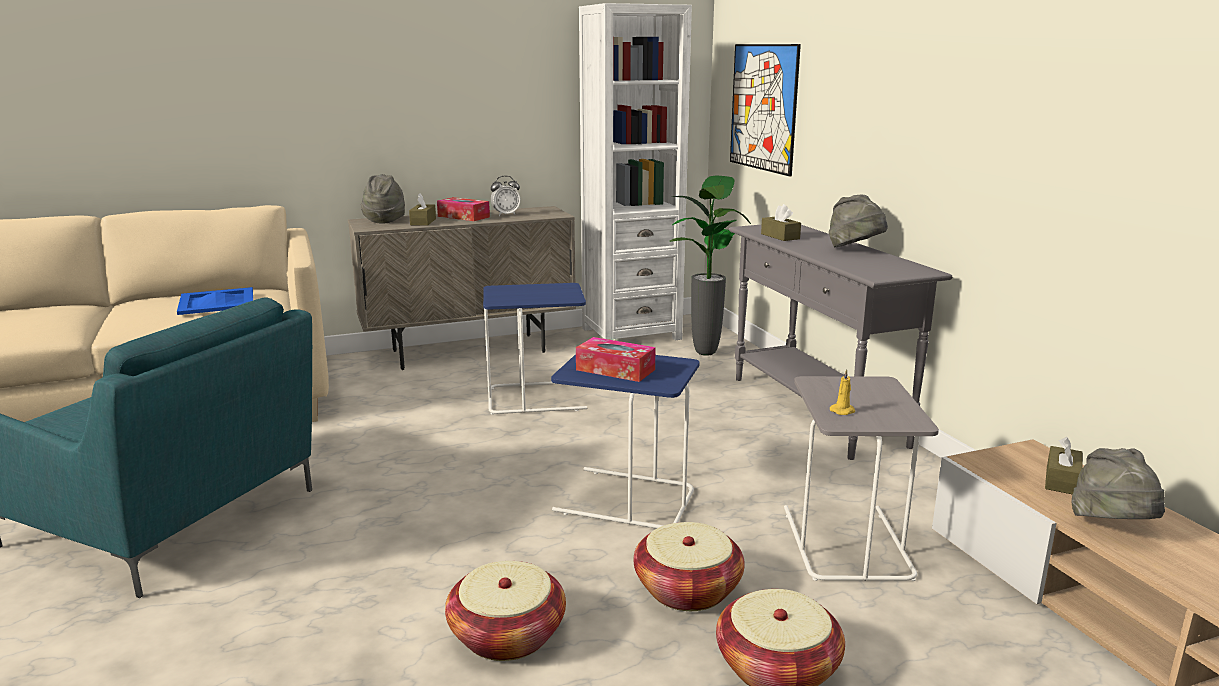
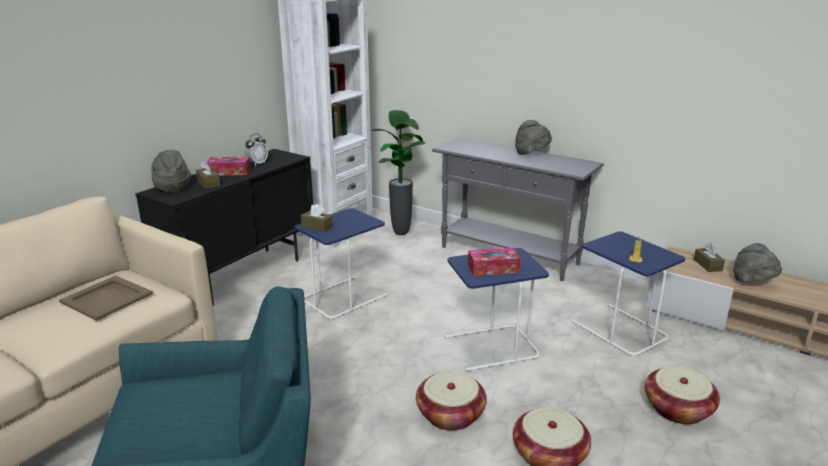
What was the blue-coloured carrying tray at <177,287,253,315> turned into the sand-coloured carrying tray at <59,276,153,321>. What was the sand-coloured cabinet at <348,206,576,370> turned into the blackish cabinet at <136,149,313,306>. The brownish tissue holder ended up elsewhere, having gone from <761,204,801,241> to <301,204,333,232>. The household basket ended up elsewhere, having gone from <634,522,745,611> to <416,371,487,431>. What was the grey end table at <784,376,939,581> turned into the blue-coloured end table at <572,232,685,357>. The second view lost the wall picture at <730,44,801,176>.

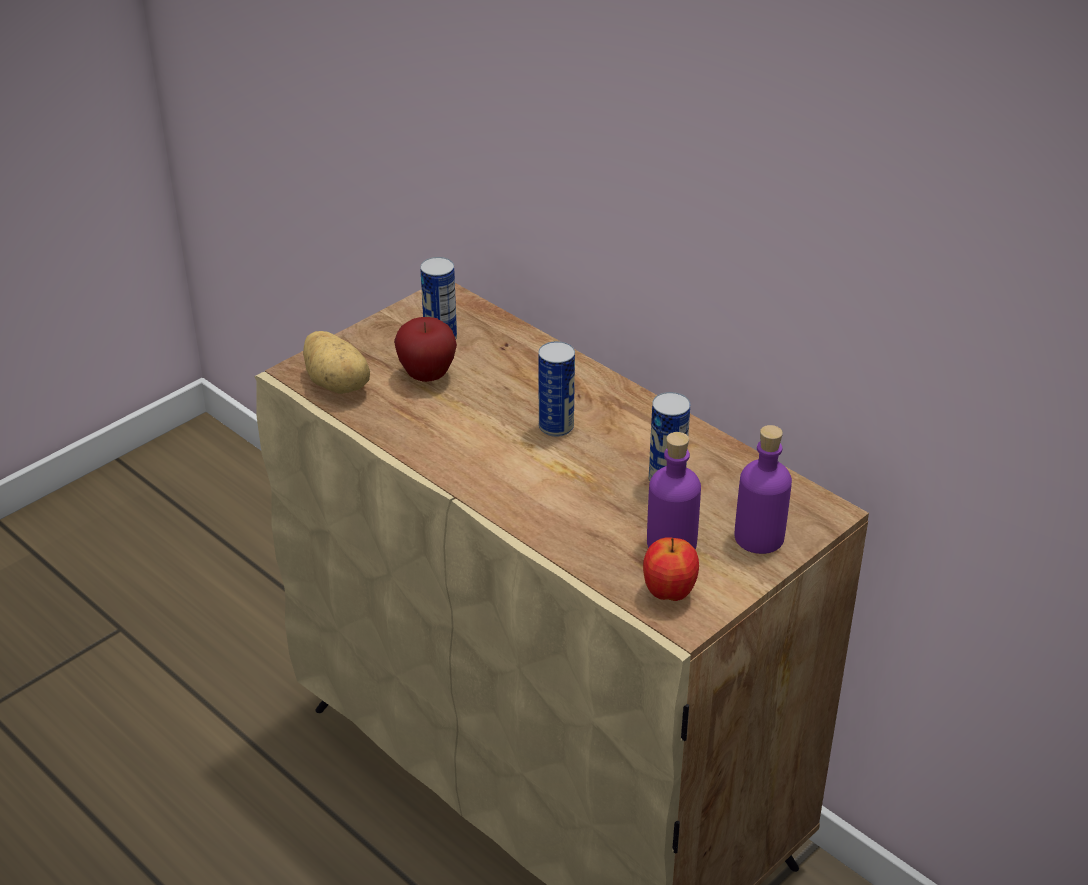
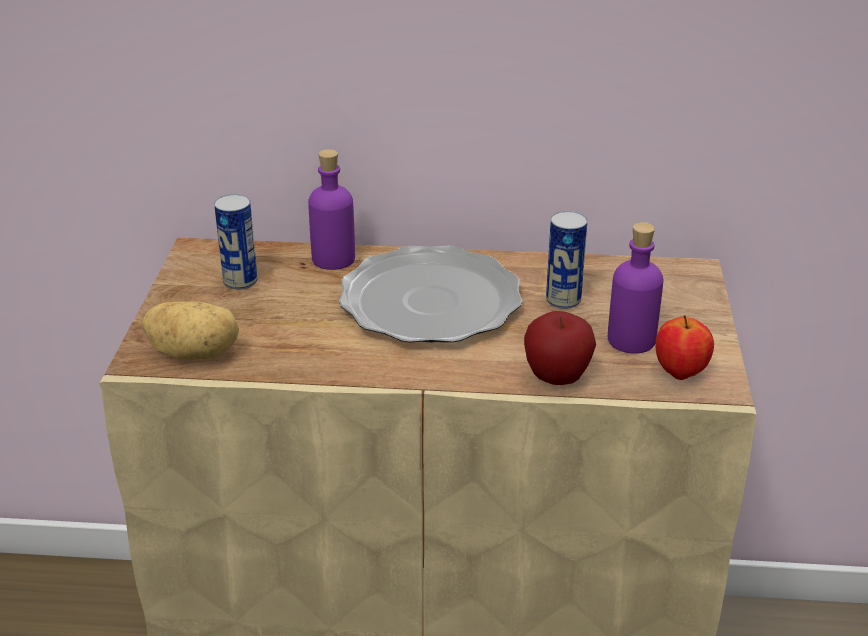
The purple-coloured bottle ended up elsewhere, having gone from <734,425,792,554> to <308,149,355,270>. Where the sealed can stood at <539,341,575,437>, the plate came to stand at <339,246,523,343>. The apple fruit ended up elsewhere, having gone from <394,317,457,382> to <524,311,596,385>.

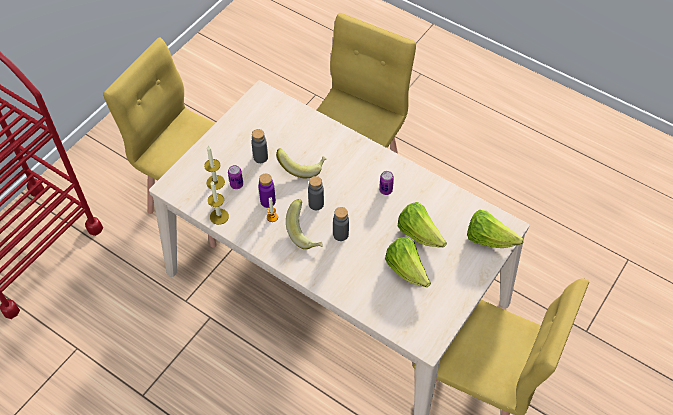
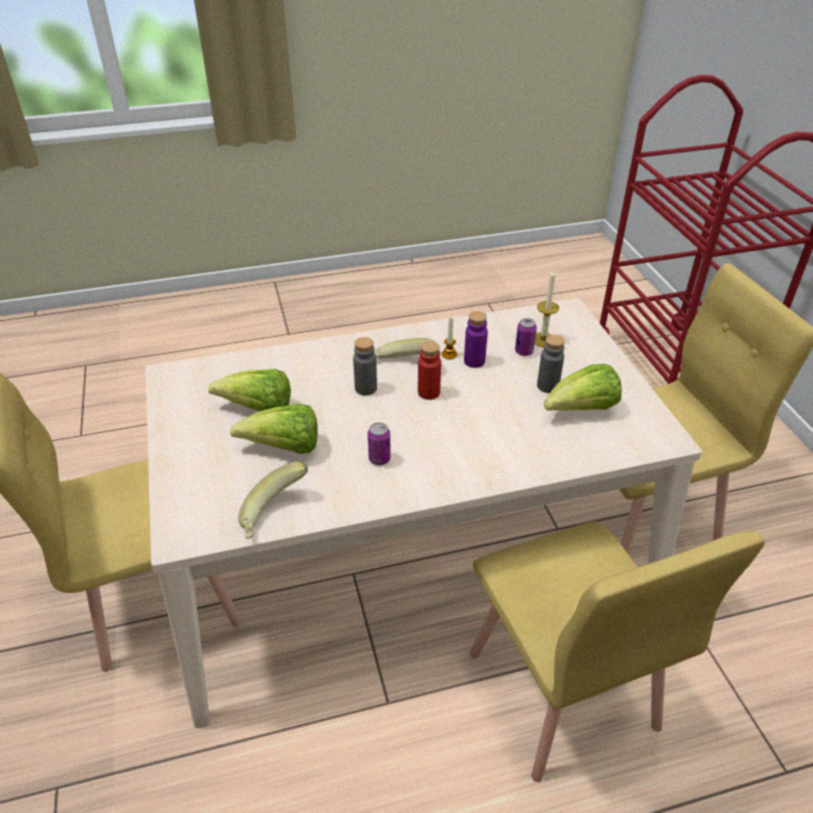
The banana fruit ended up elsewhere, having gone from <276,148,327,178> to <238,461,308,539>. What was the grey bottle at <308,176,324,210> turned into the reddish bottle at <418,341,441,400>. The lettuce head ended up elsewhere, having gone from <467,210,524,248> to <544,364,622,411>. The second view lost the candle at <208,181,229,225>.

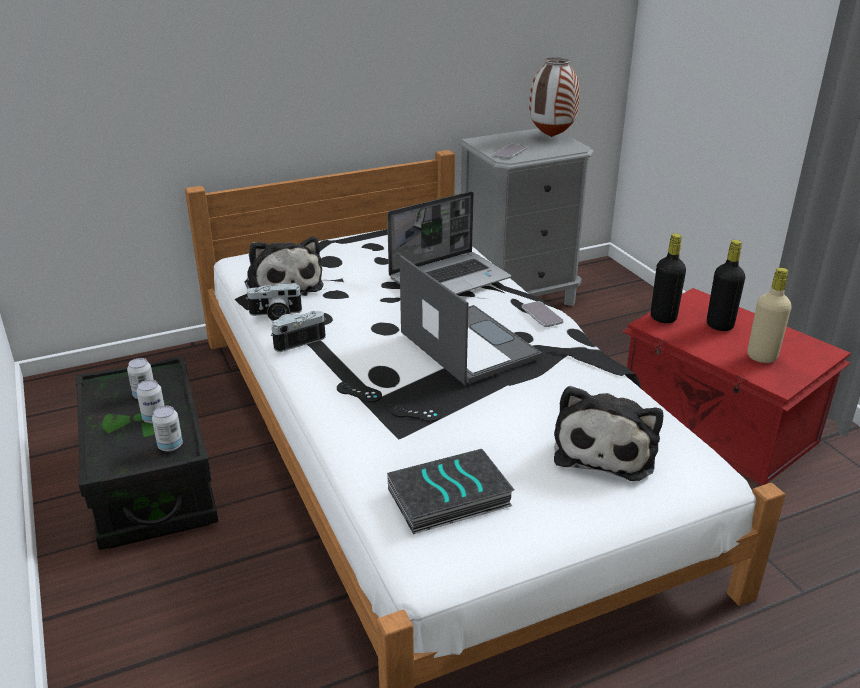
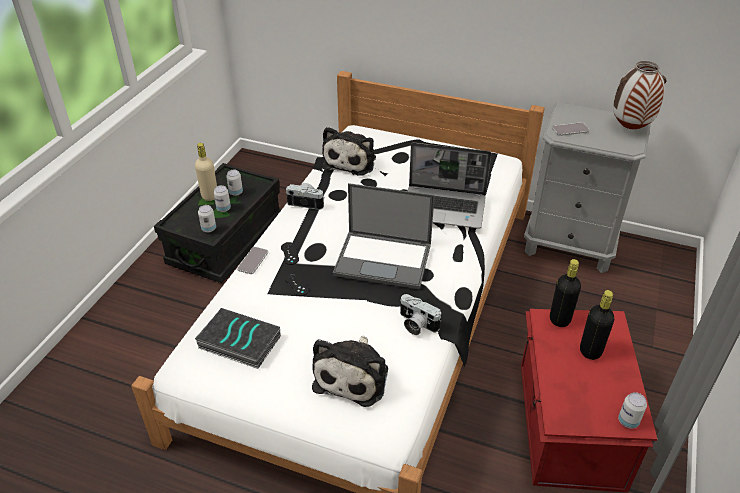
The sand-coloured bottle ended up elsewhere, having gone from <747,268,792,363> to <195,143,217,201>. The handset ended up elsewhere, having gone from <522,301,564,327> to <237,247,268,274>. The cuddly toy at <554,386,663,481> ended up facing another way, 45 degrees counterclockwise from before. The portable computer at <400,255,542,385> ended up facing another way, 90 degrees clockwise from before. The photo camera ended up elsewhere, having gone from <246,283,303,321> to <400,294,441,335>. The second view gained the sealed can at <618,392,647,429>.

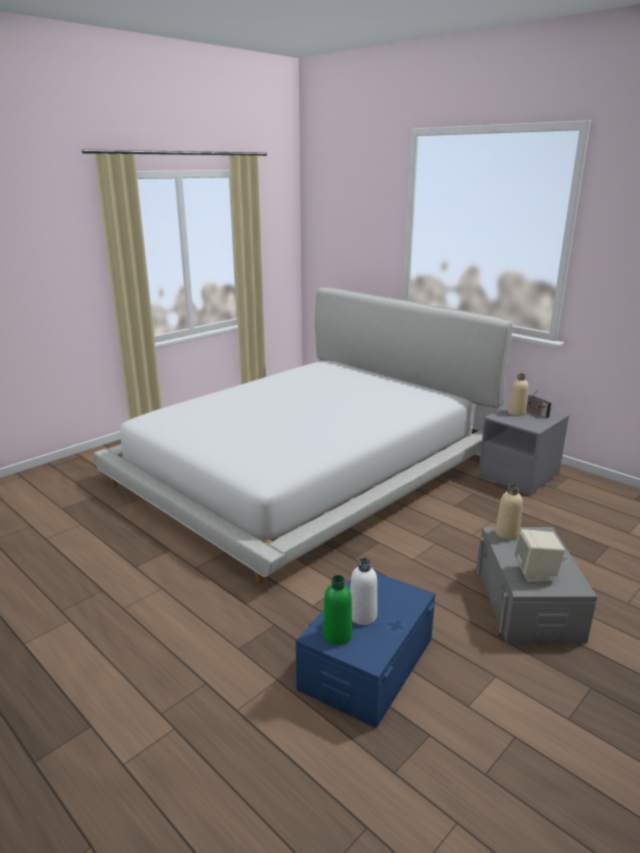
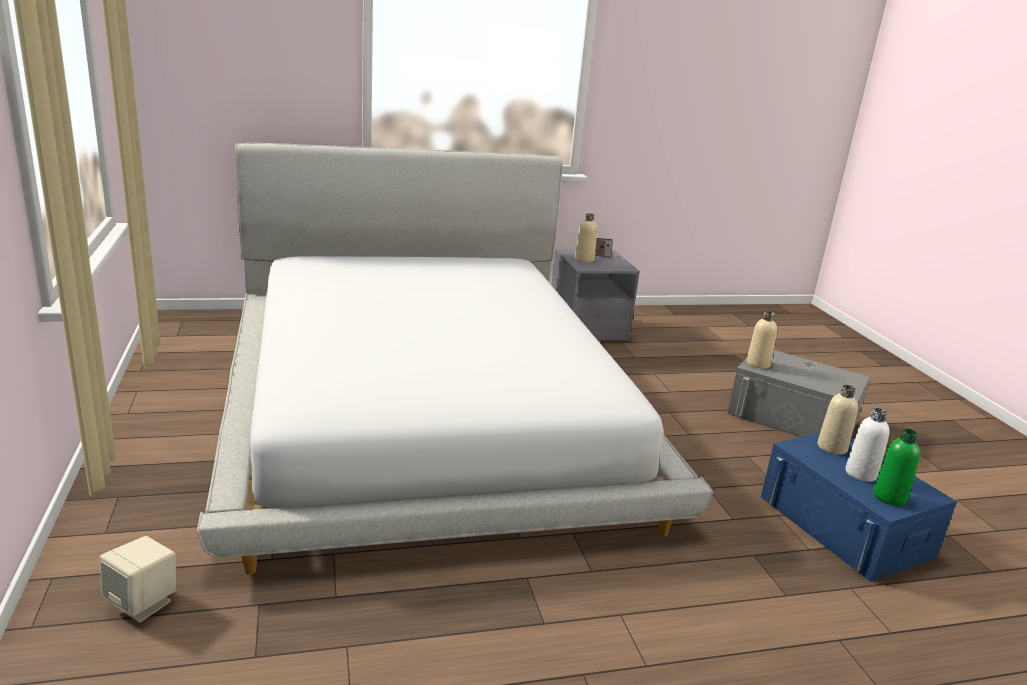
The sand-coloured loudspeaker ended up elsewhere, having gone from <514,529,565,582> to <100,536,176,623>. The second view gained the sand-coloured bottle at <818,385,858,455>.

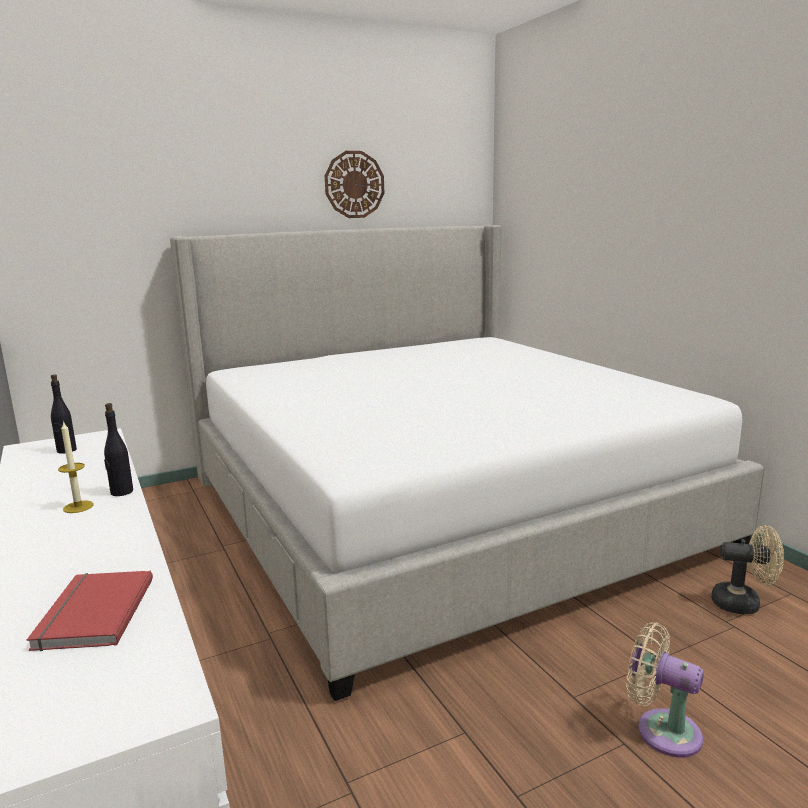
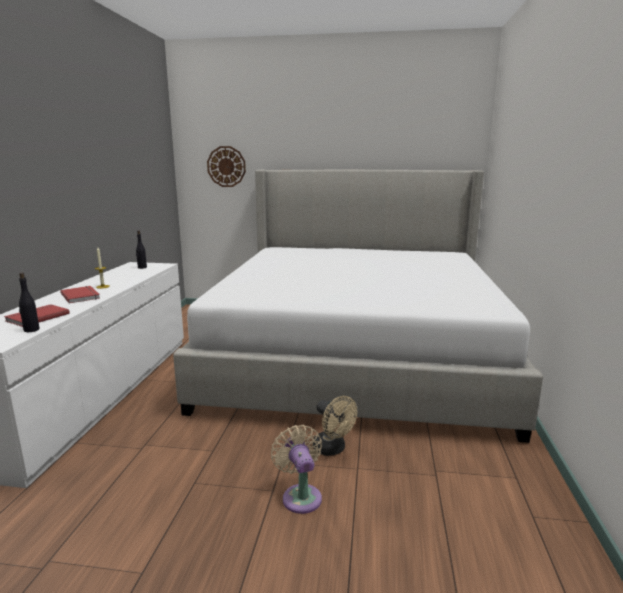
The blackish bottle ended up elsewhere, having gone from <104,403,133,496> to <19,273,40,332>. The second view gained the reddish book at <60,286,100,303>. The wall clock ended up elsewhere, having gone from <325,151,384,218> to <207,146,246,187>. The sand-coloured electric fan ended up elsewhere, having gone from <711,525,784,614> to <313,396,357,456>.

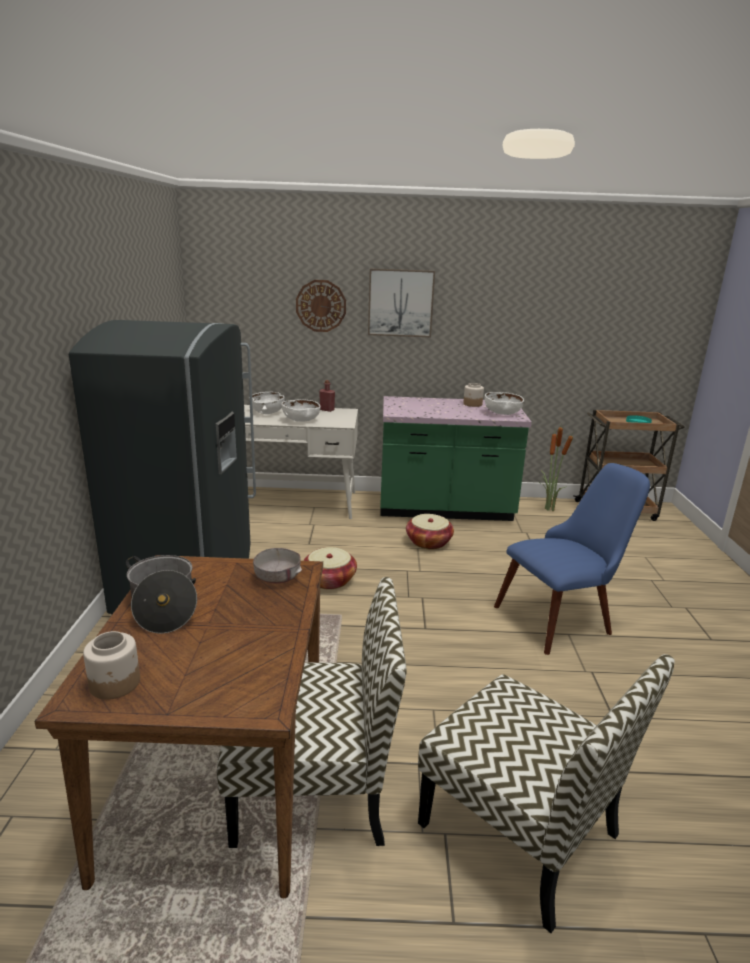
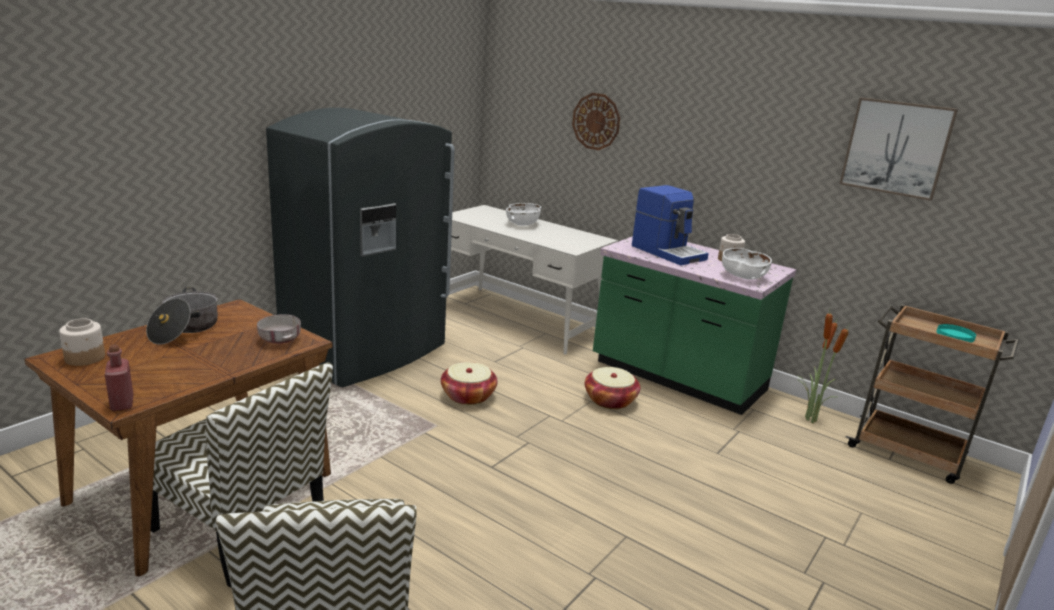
The reddish bottle ended up elsewhere, having gone from <319,380,335,412> to <105,344,133,411>. The second view gained the coffee maker at <632,185,709,265>. The wall picture ended up elsewhere, having gone from <368,269,435,337> to <840,97,958,201>. The second view lost the white bowl at <282,399,321,422>. The second view lost the blue-coloured chair at <494,463,650,655>.

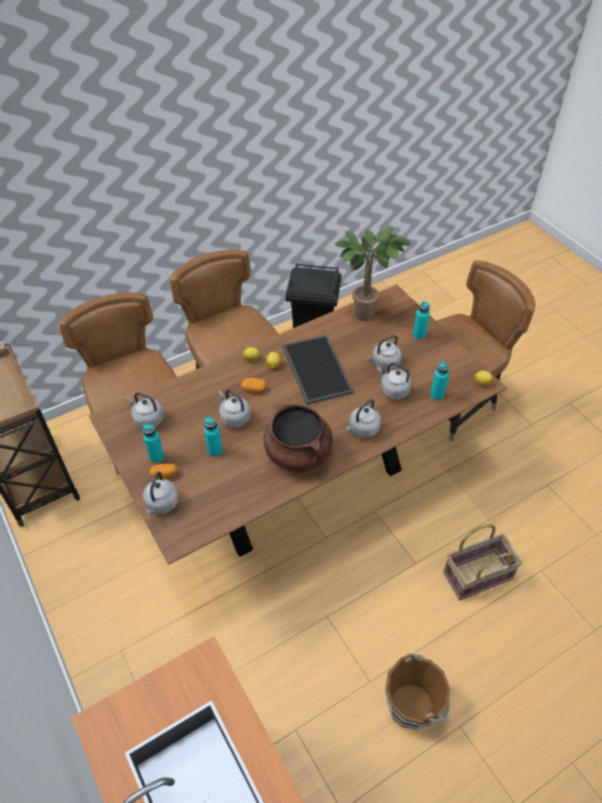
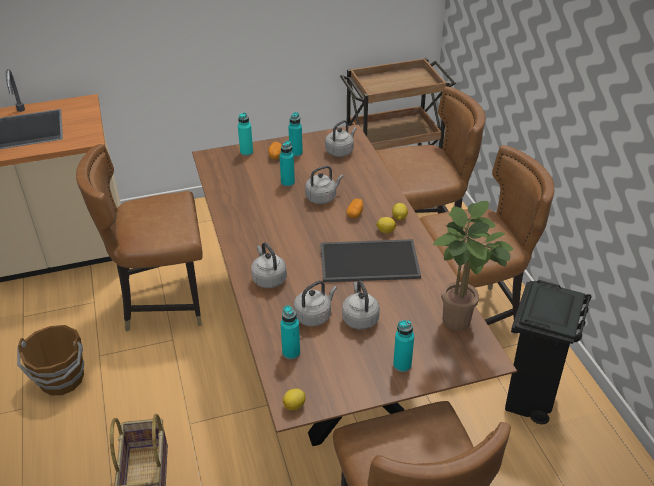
The second view gained the brownish chair at <76,144,203,332>. Where the grey kettle stood at <143,471,179,514>, the turquoise bottle came to stand at <238,112,253,156>. The second view lost the brownish saucepot at <264,404,333,473>.

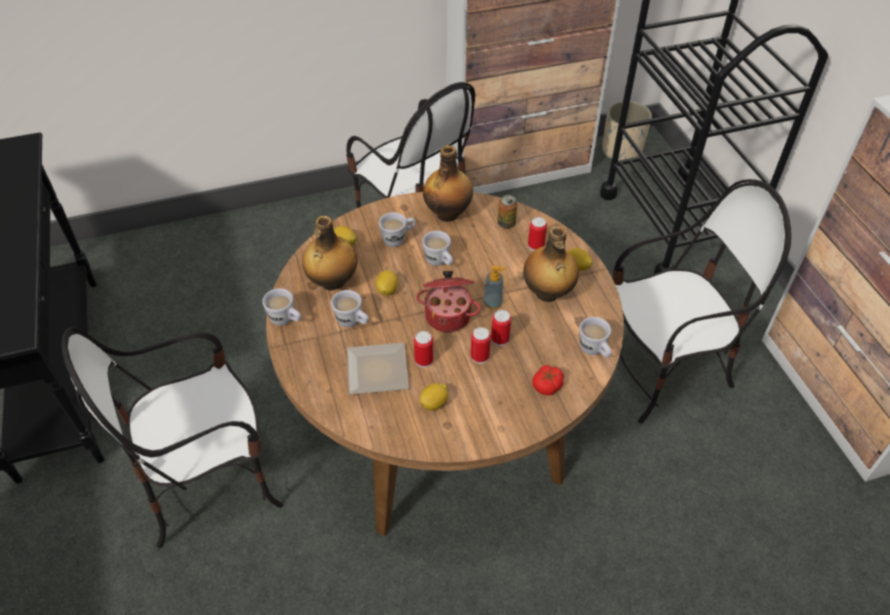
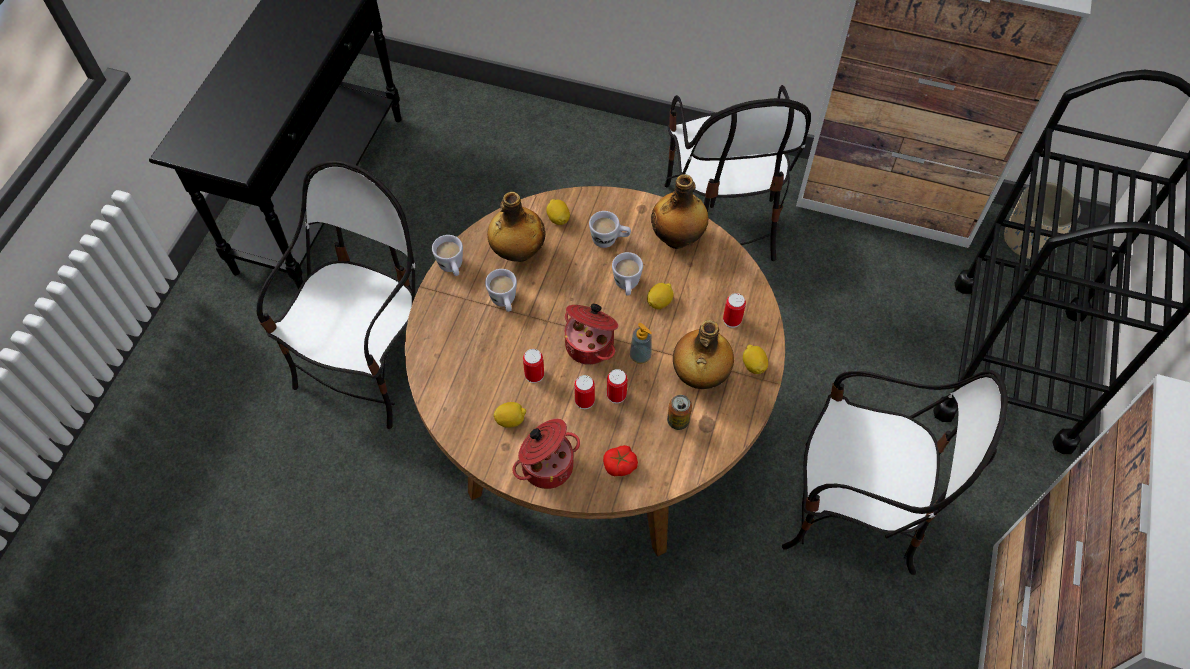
The chair at <62,327,283,548> ended up facing another way, 105 degrees clockwise from before. The second view gained the saucepot at <512,419,580,489>. The lemon ended up elsewhere, having gone from <376,270,398,296> to <647,283,674,309>. The sealed can ended up elsewhere, having gone from <498,195,517,228> to <667,395,692,430>. The second view lost the plate at <347,343,409,394>. The second view lost the white mug at <579,317,612,358>.

